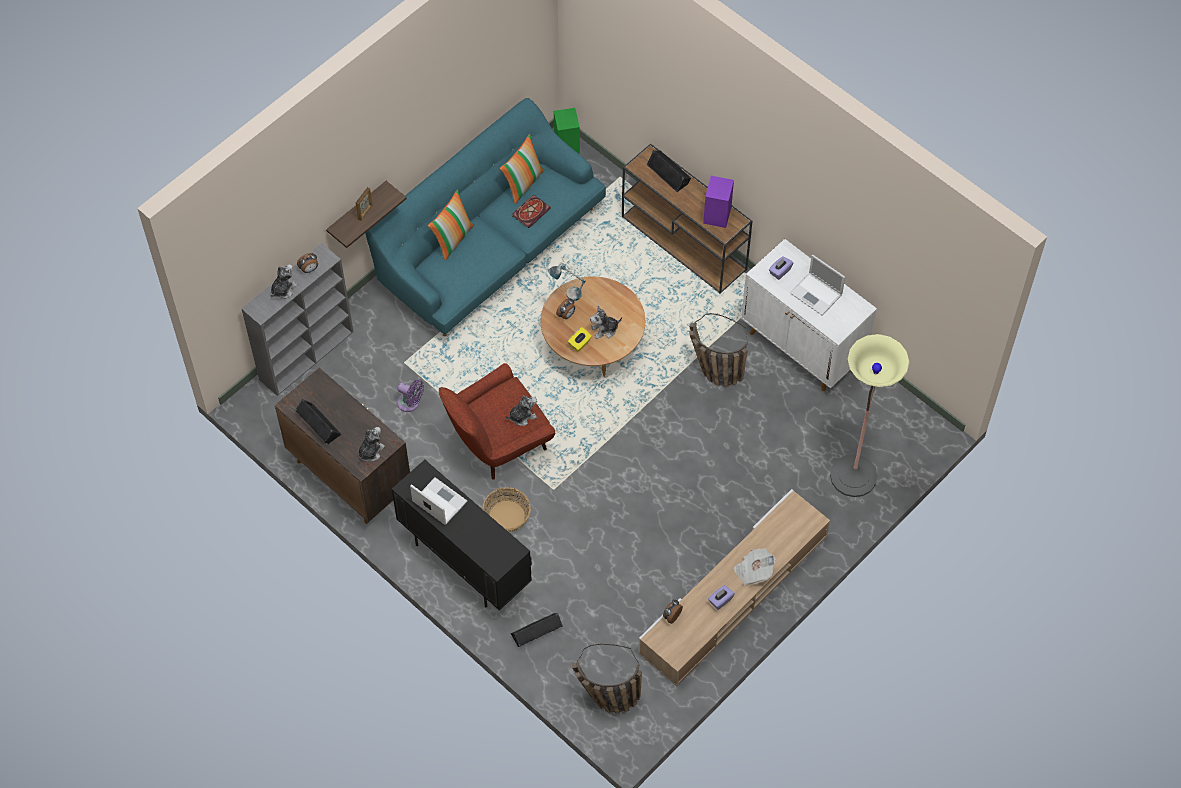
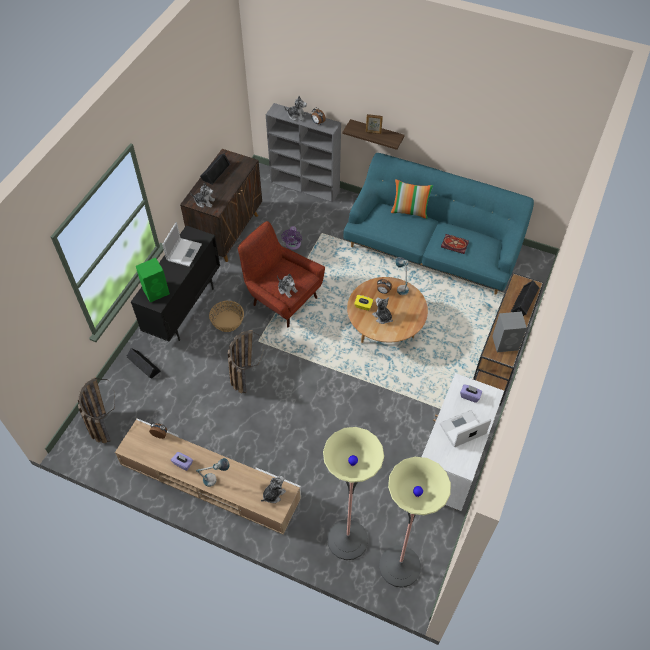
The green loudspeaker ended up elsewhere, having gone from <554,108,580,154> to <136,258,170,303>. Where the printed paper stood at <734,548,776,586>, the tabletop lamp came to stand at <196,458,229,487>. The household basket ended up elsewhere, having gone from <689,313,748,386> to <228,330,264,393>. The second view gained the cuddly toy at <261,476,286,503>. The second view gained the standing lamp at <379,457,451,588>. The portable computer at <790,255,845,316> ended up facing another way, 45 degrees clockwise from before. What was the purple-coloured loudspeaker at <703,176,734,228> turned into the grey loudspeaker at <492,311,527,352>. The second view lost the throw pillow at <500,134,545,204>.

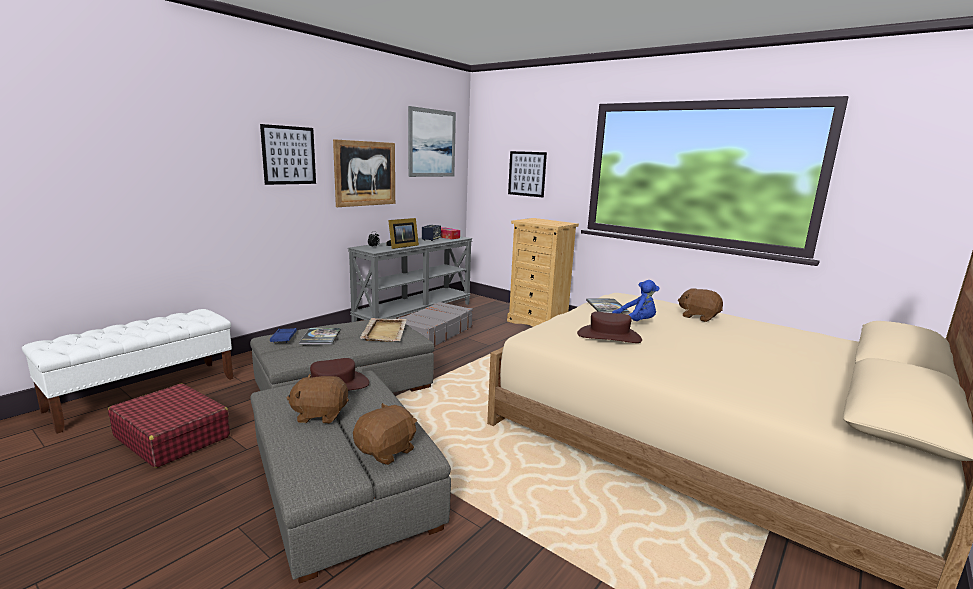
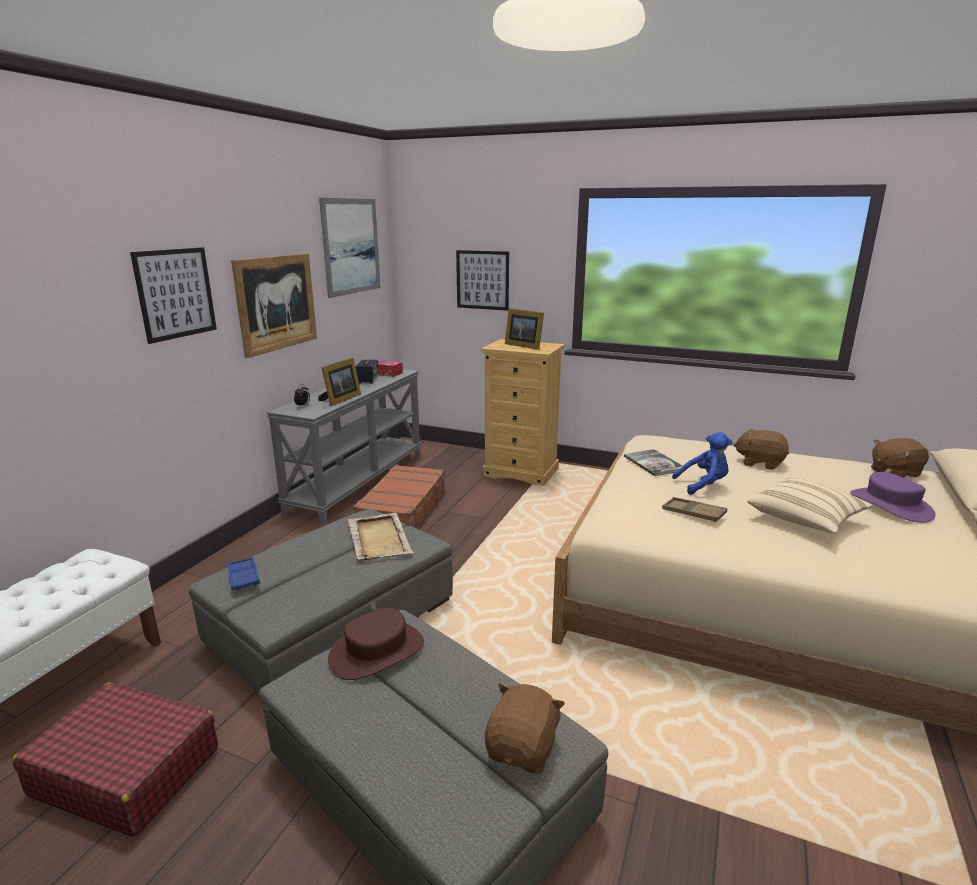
What was the grey suitcase at <397,302,473,347> turned into the brownish suitcase at <353,465,446,529>. The second view gained the photo frame at <505,308,544,350>. Where the brownish clothing hat stood at <577,312,642,343>, the brownish carrying tray came to stand at <662,497,727,522>. The second view gained the sand-coloured throw pillow at <747,477,872,533>. The second view gained the purple-coloured clothing hat at <850,472,936,523>. The brownish cuddly toy ended up elsewhere, having gone from <287,374,349,424> to <871,438,929,478>. The second view lost the book at <299,328,341,345>.

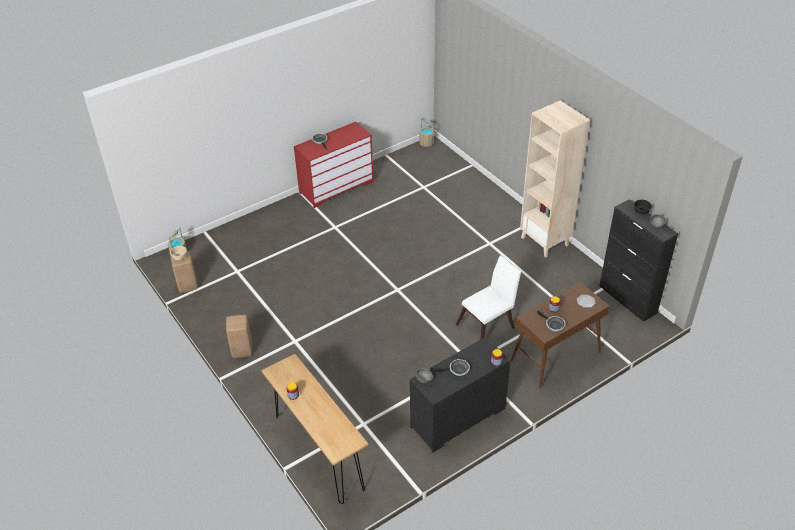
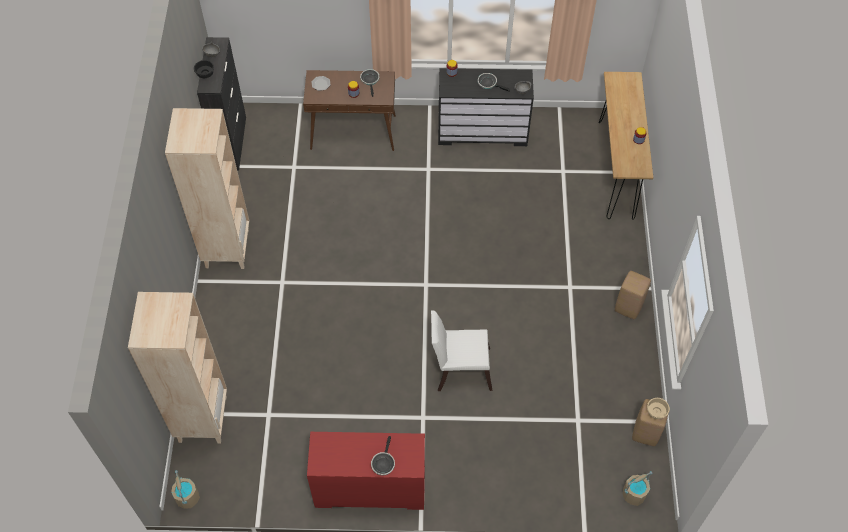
The second view gained the sand-coloured bookcase at <128,292,227,443>. The white chair ended up elsewhere, having gone from <456,255,521,340> to <431,310,492,391>.

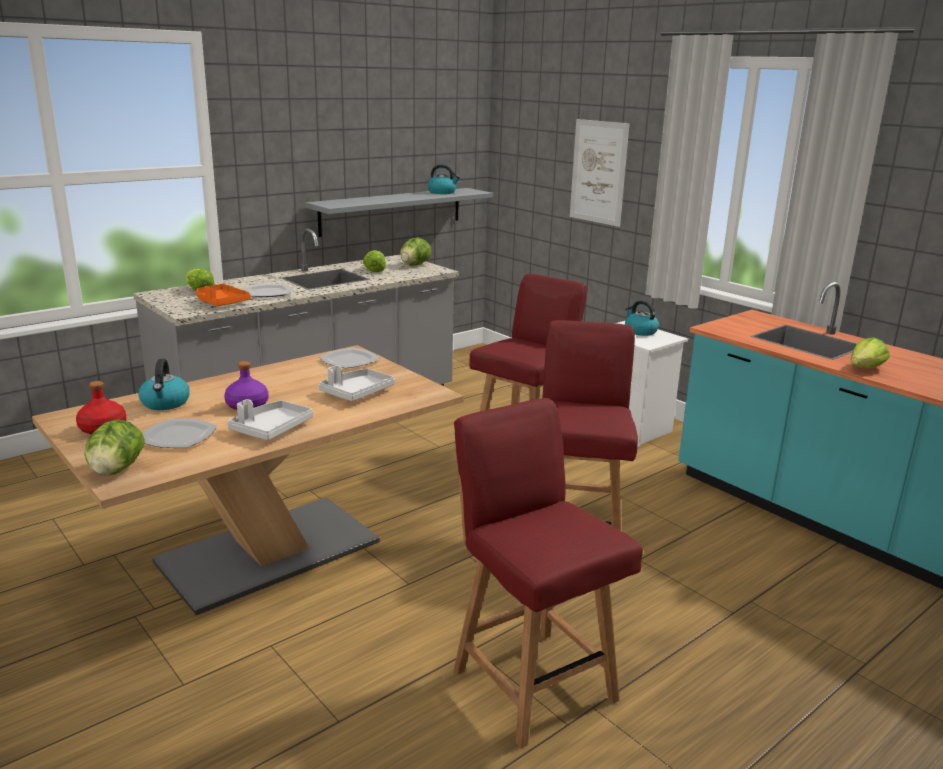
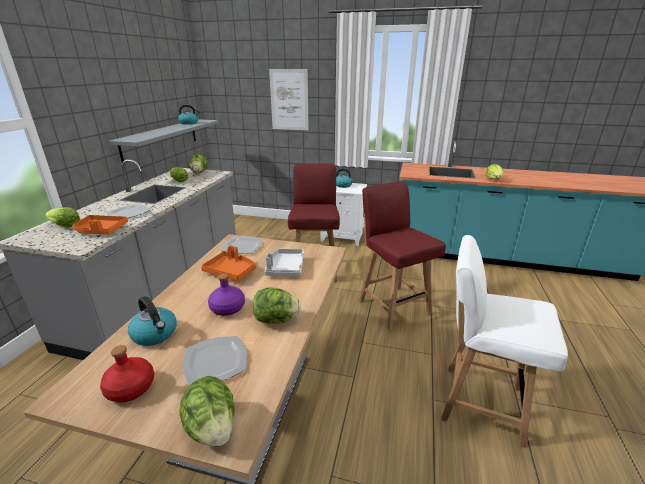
The second view gained the orange carrying tray at <201,246,256,281>. Where the grey carrying tray stood at <228,399,313,440>, the lettuce head came to stand at <253,287,301,324>. What was the reddish chair at <454,398,643,748> turned into the white chair at <441,235,568,447>.

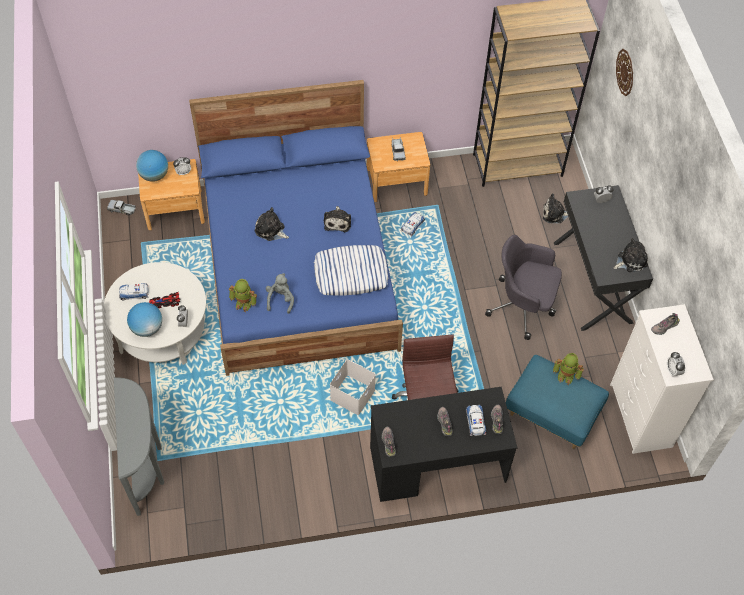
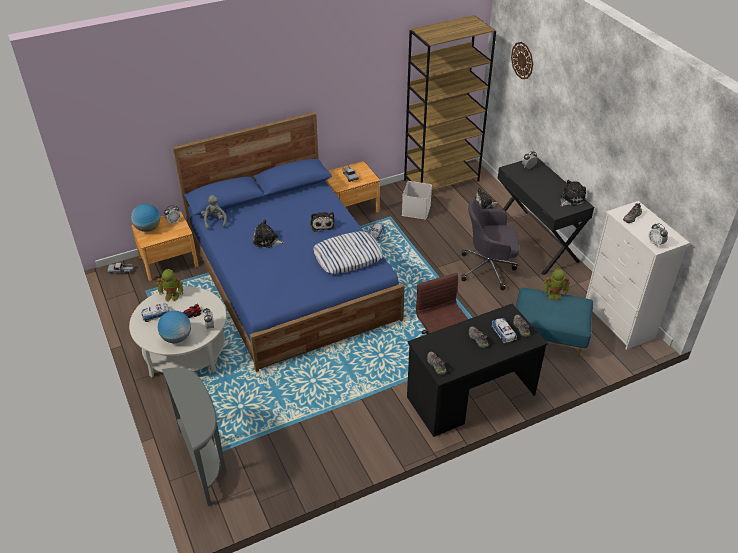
The toy robot ended up elsewhere, having gone from <229,279,257,312> to <157,269,183,302>. The grey cuddly toy ended up elsewhere, having gone from <266,273,294,314> to <201,195,227,229>. The white storage bin ended up elsewhere, having gone from <330,359,376,415> to <402,181,432,220>.

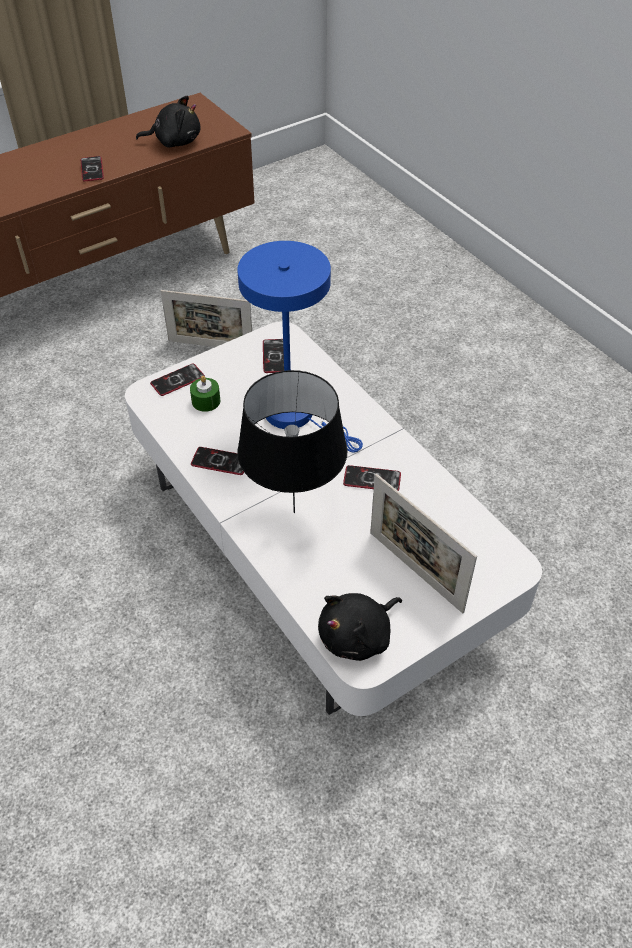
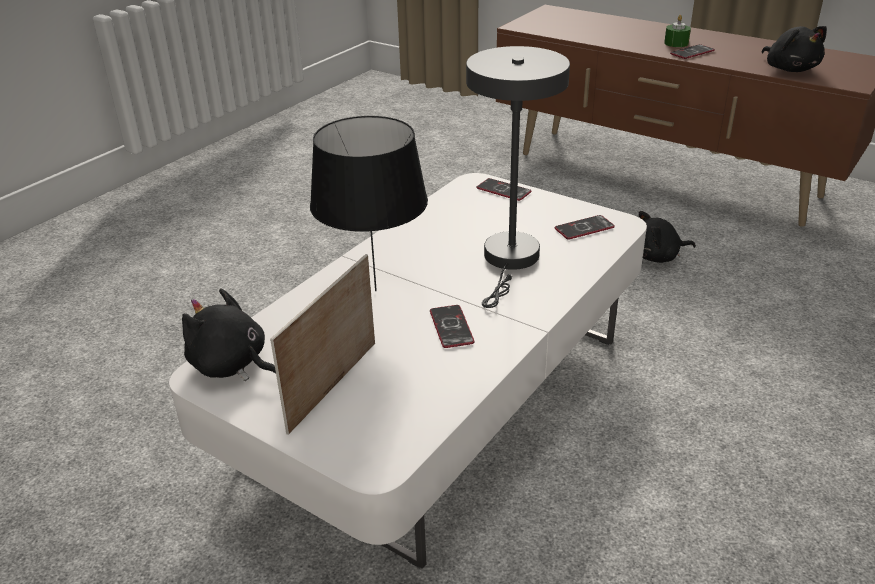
What was the blue-coloured tabletop lamp at <237,241,363,452> turned into the grey tabletop lamp at <466,46,570,308>. Where the photo frame stood at <161,290,252,347>, the blackish cuddly toy came to stand at <639,211,696,263>. The green candle ended up elsewhere, having gone from <190,376,220,412> to <664,15,691,47>. The second view lost the handset at <191,447,244,475>.

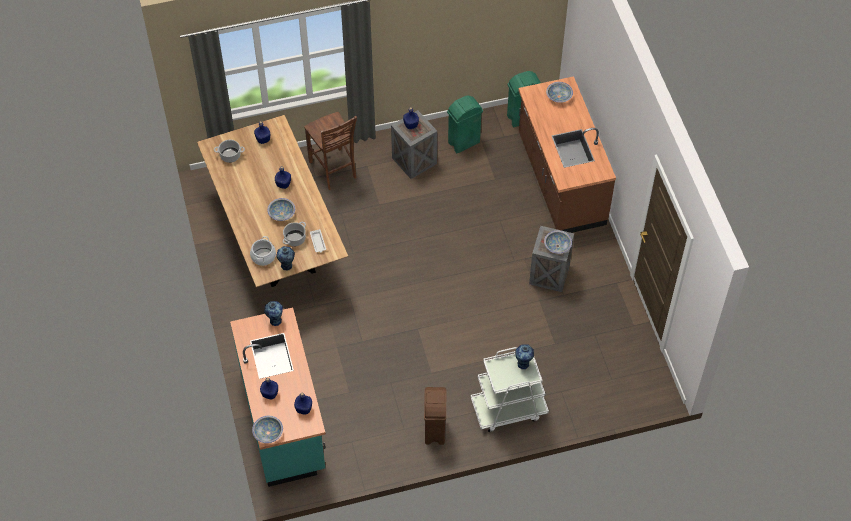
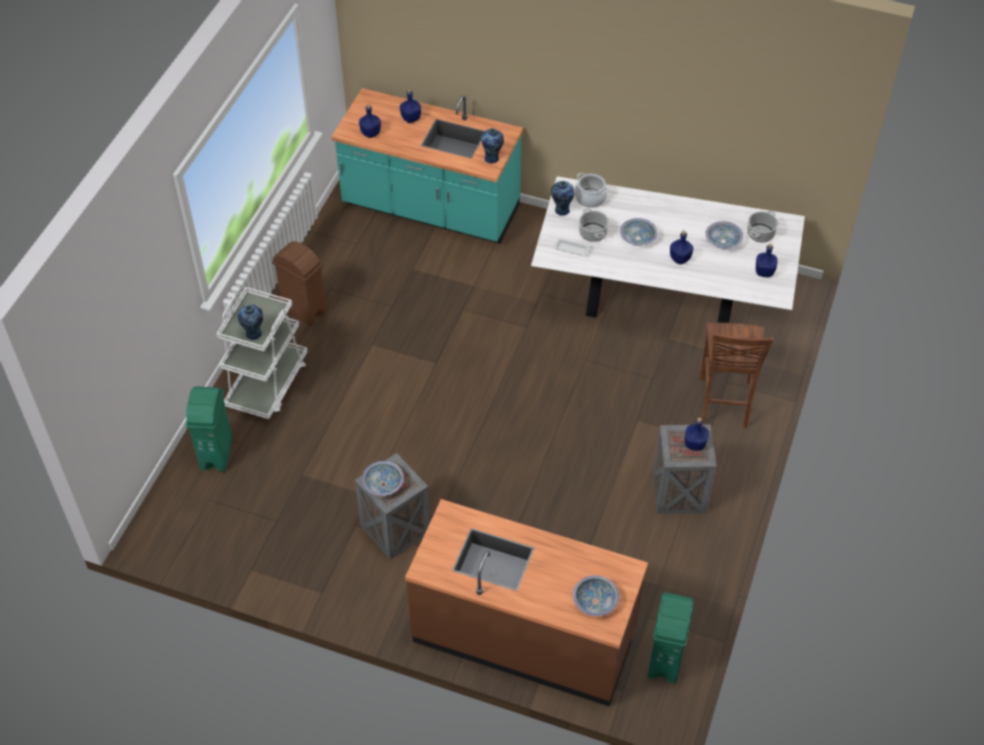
The green waste bin ended up elsewhere, having gone from <447,96,483,153> to <186,386,233,472>. What was the brownish kitchen table at <197,115,348,287> turned into the white kitchen table at <531,176,805,323>. The brownish chair at <304,112,357,190> ended up facing another way, 90 degrees counterclockwise from before. The bowl ended up elsewhere, having gone from <252,416,283,443> to <706,221,743,249>.

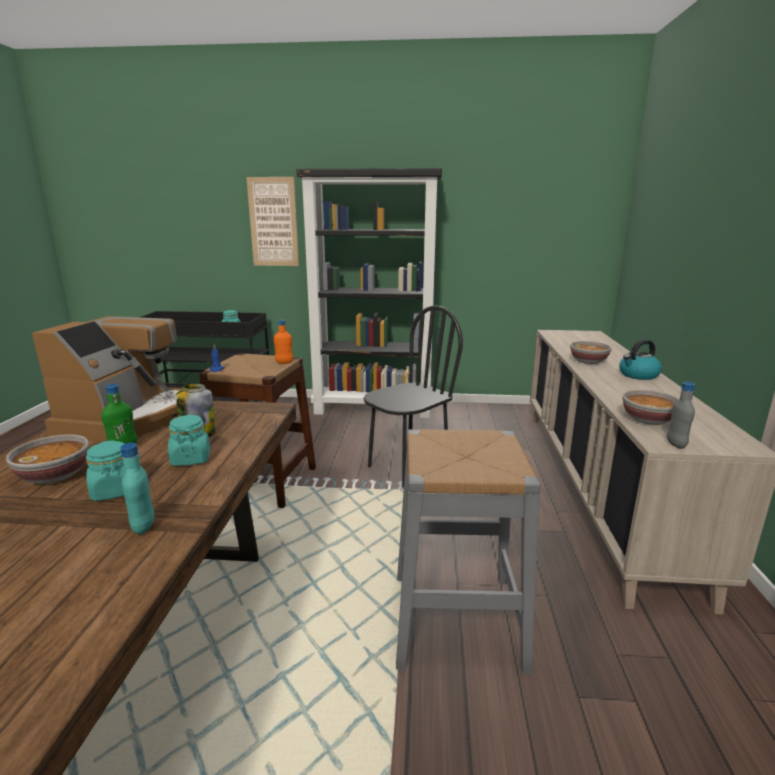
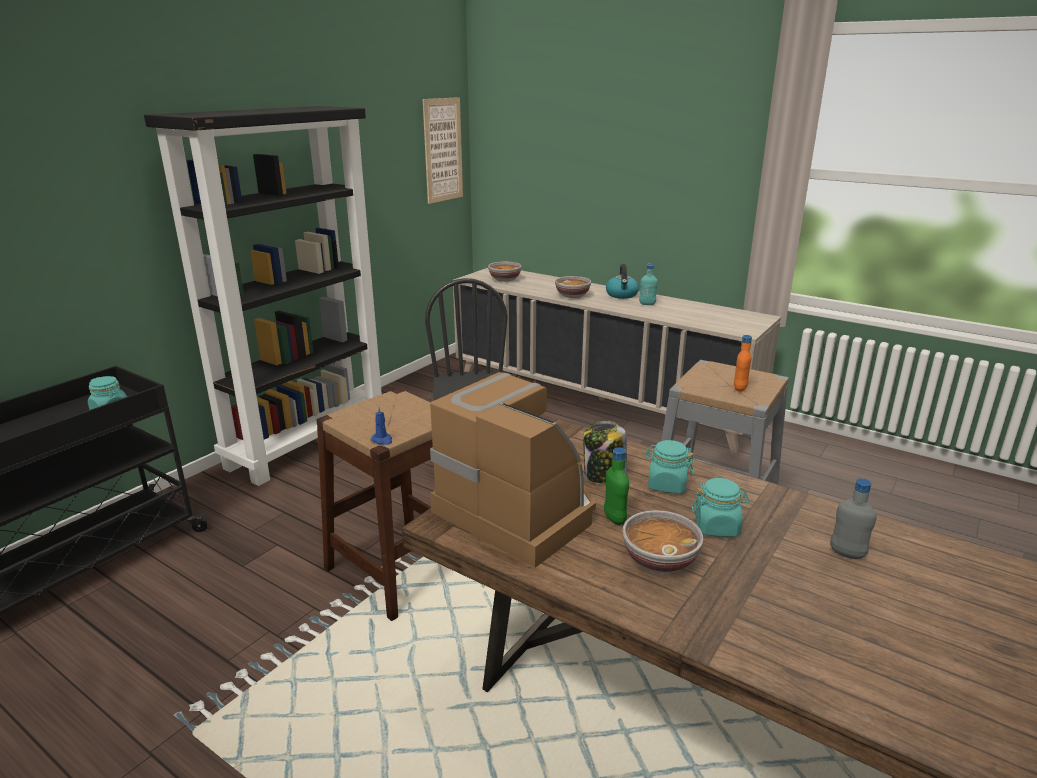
The wall picture ended up elsewhere, having gone from <246,177,299,266> to <423,97,463,204>. The bowl ended up elsewhere, having gone from <623,390,679,425> to <488,262,522,282>. The turquoise bottle ended up elsewhere, having gone from <120,443,155,534> to <639,264,658,305>. The orange bottle ended up elsewhere, having gone from <273,320,293,364> to <734,335,752,392>. The grey bottle ended up elsewhere, having gone from <667,382,695,449> to <830,478,877,559>.

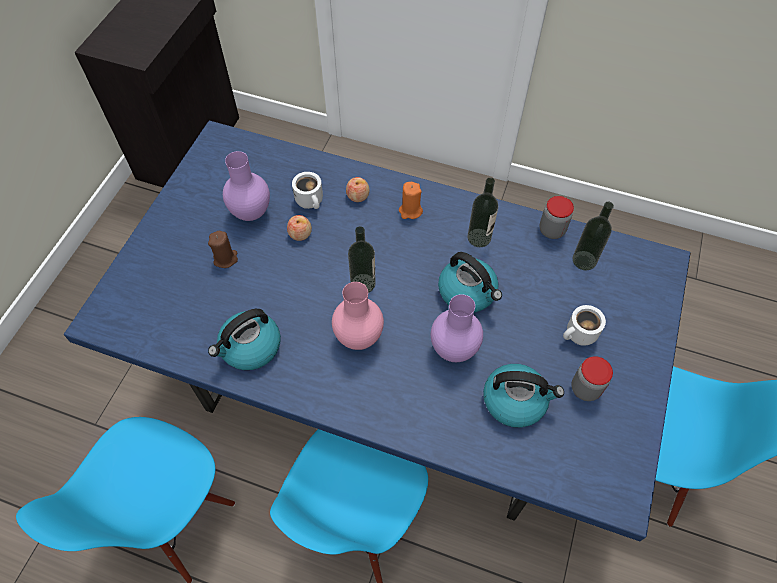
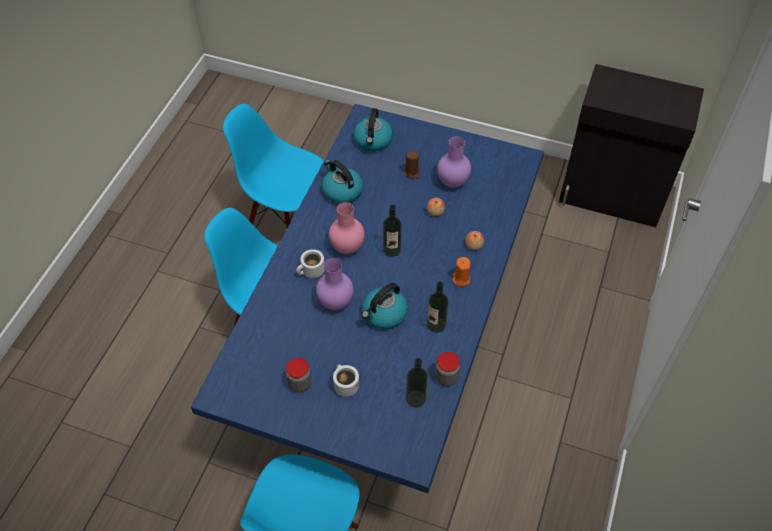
The white mug ended up elsewhere, having gone from <292,172,323,209> to <296,249,324,279>. The kettle ended up elsewhere, having gone from <483,364,564,428> to <354,108,393,152>.

